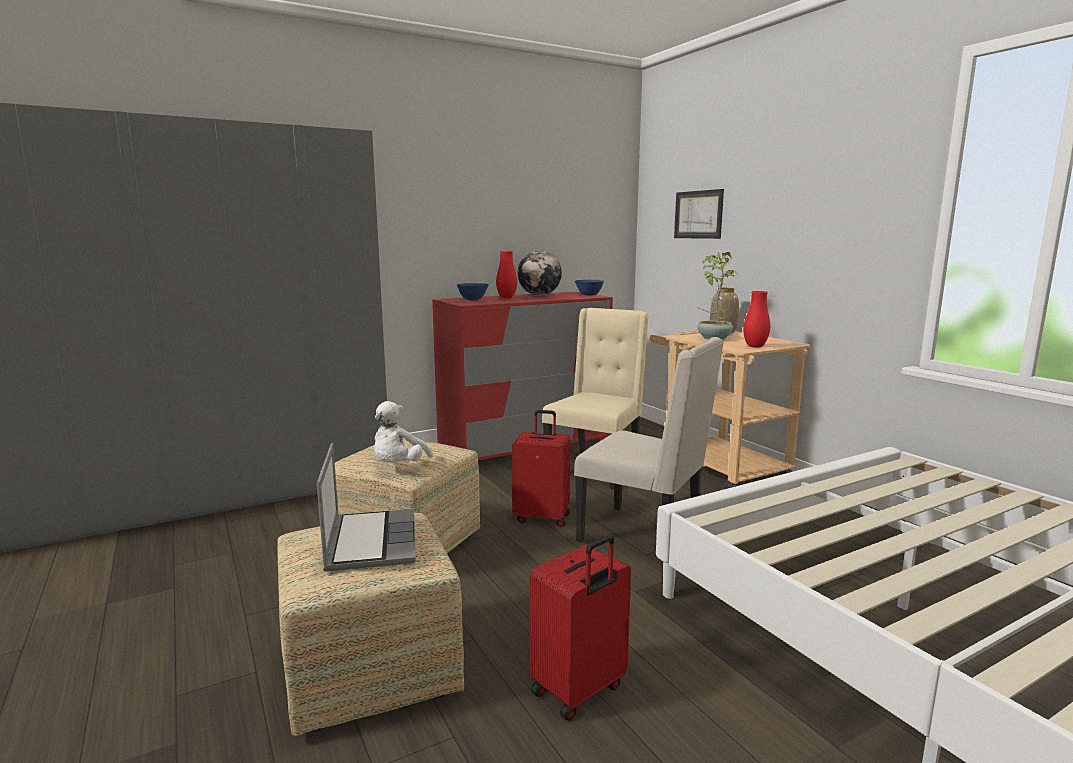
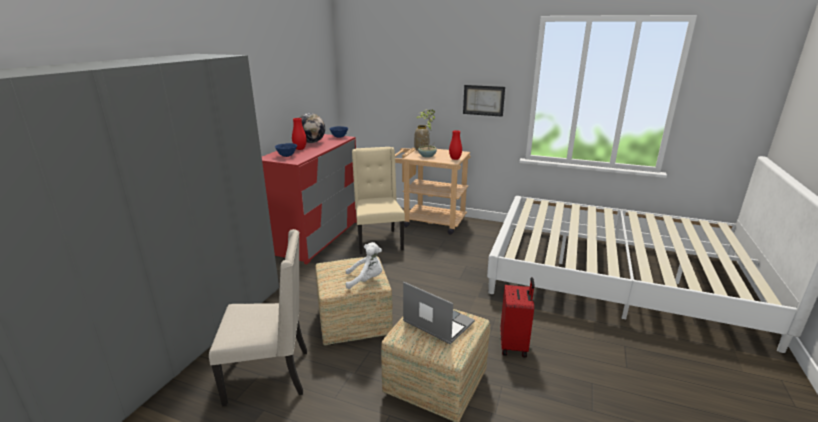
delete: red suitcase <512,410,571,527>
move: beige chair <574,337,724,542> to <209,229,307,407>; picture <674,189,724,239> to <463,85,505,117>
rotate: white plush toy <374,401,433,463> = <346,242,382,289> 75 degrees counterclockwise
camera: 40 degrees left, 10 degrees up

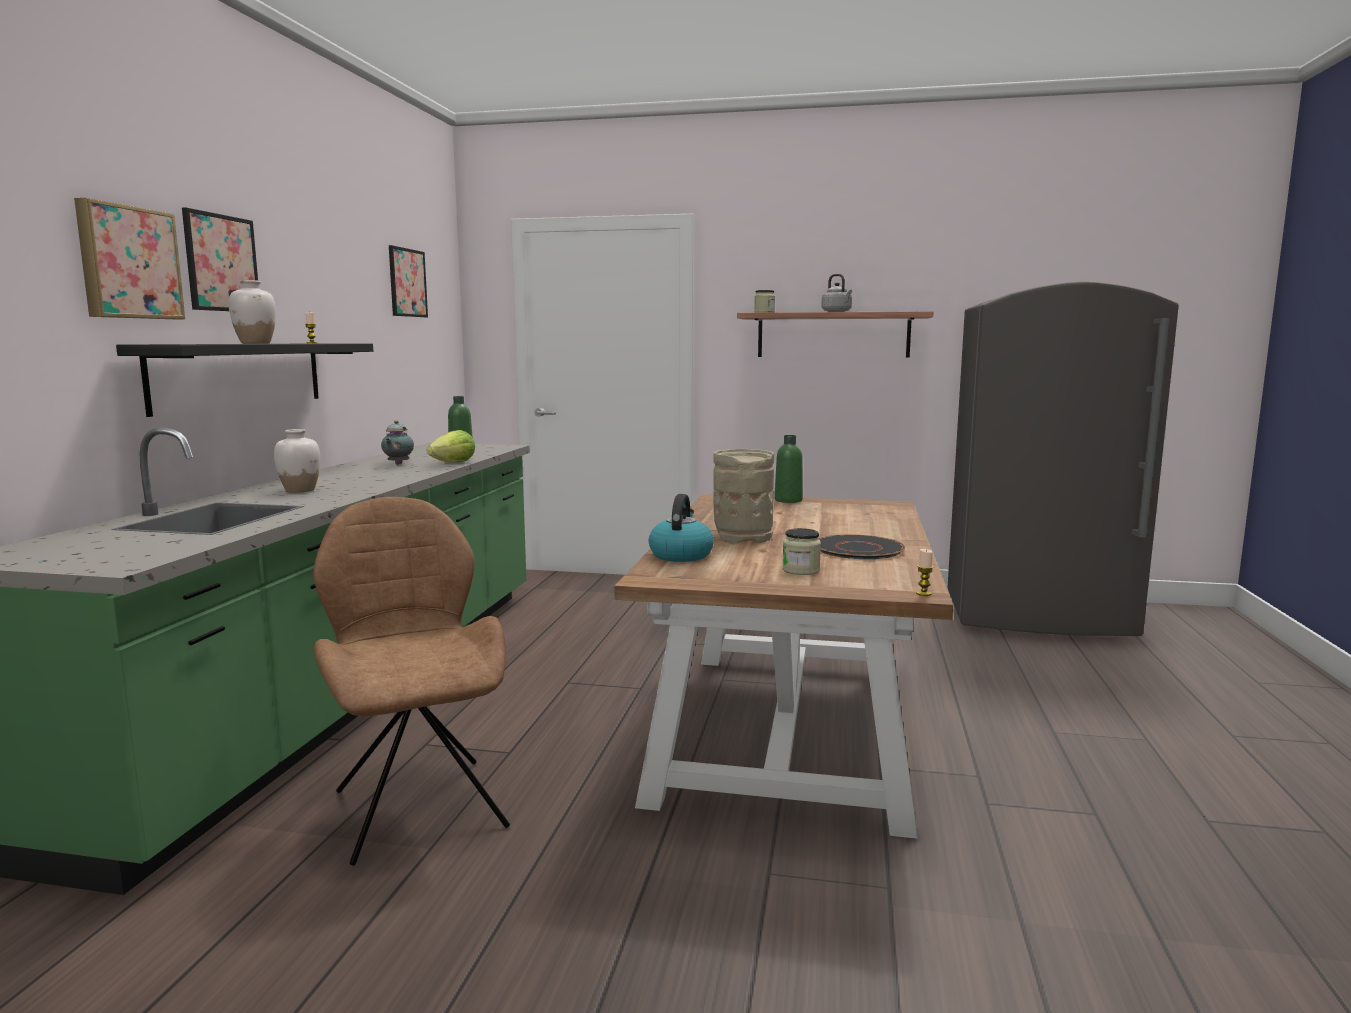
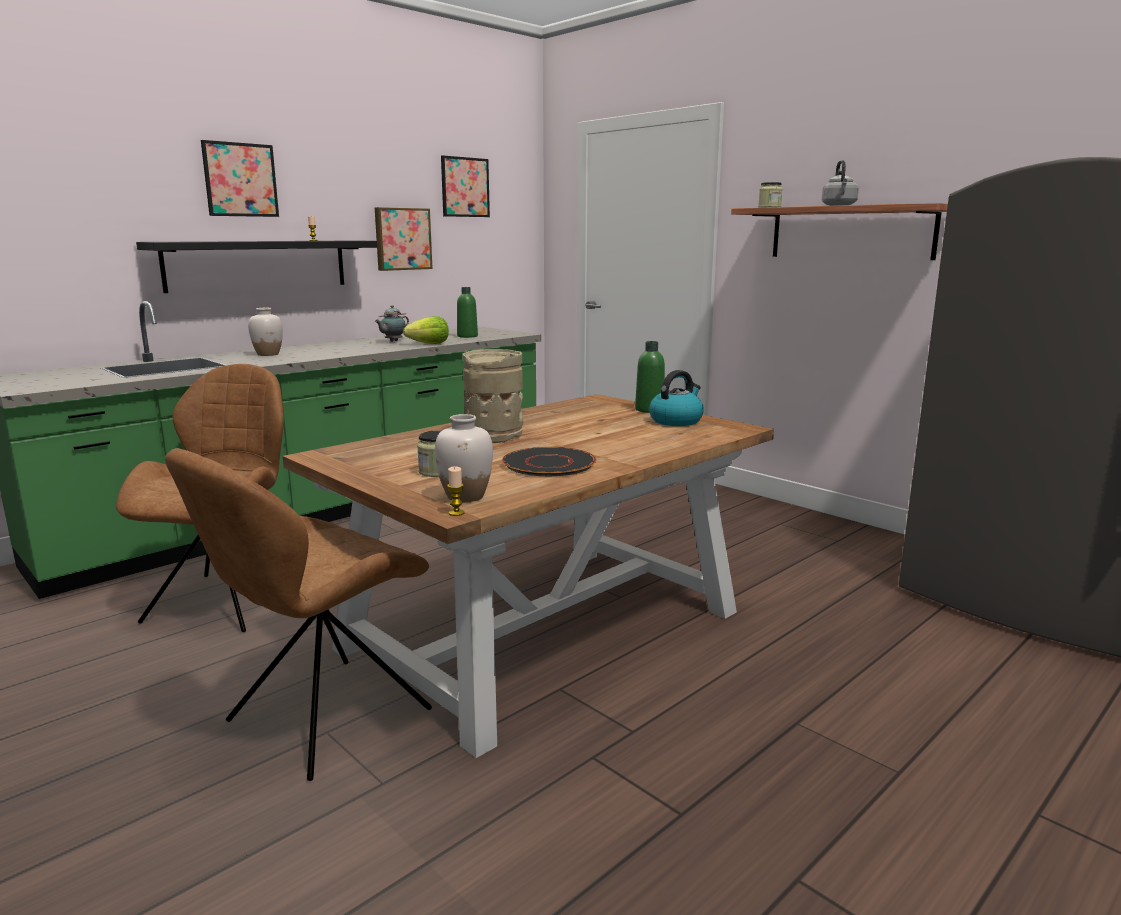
insert: brown chair <165,448,432,781>
move: picture <74,198,185,319> to <375,207,433,271>; white vase <228,280,276,343> to <435,414,493,502>; kettle <648,494,714,562> to <649,370,704,426>
camera: 35 degrees right, 5 degrees up

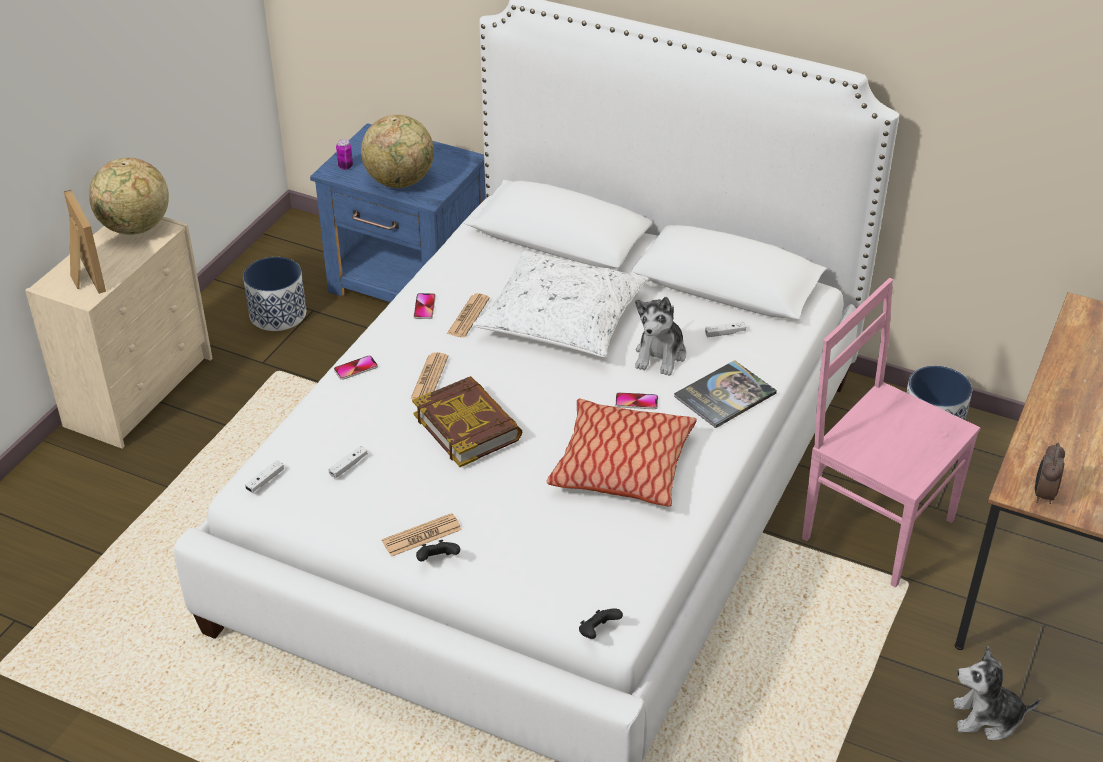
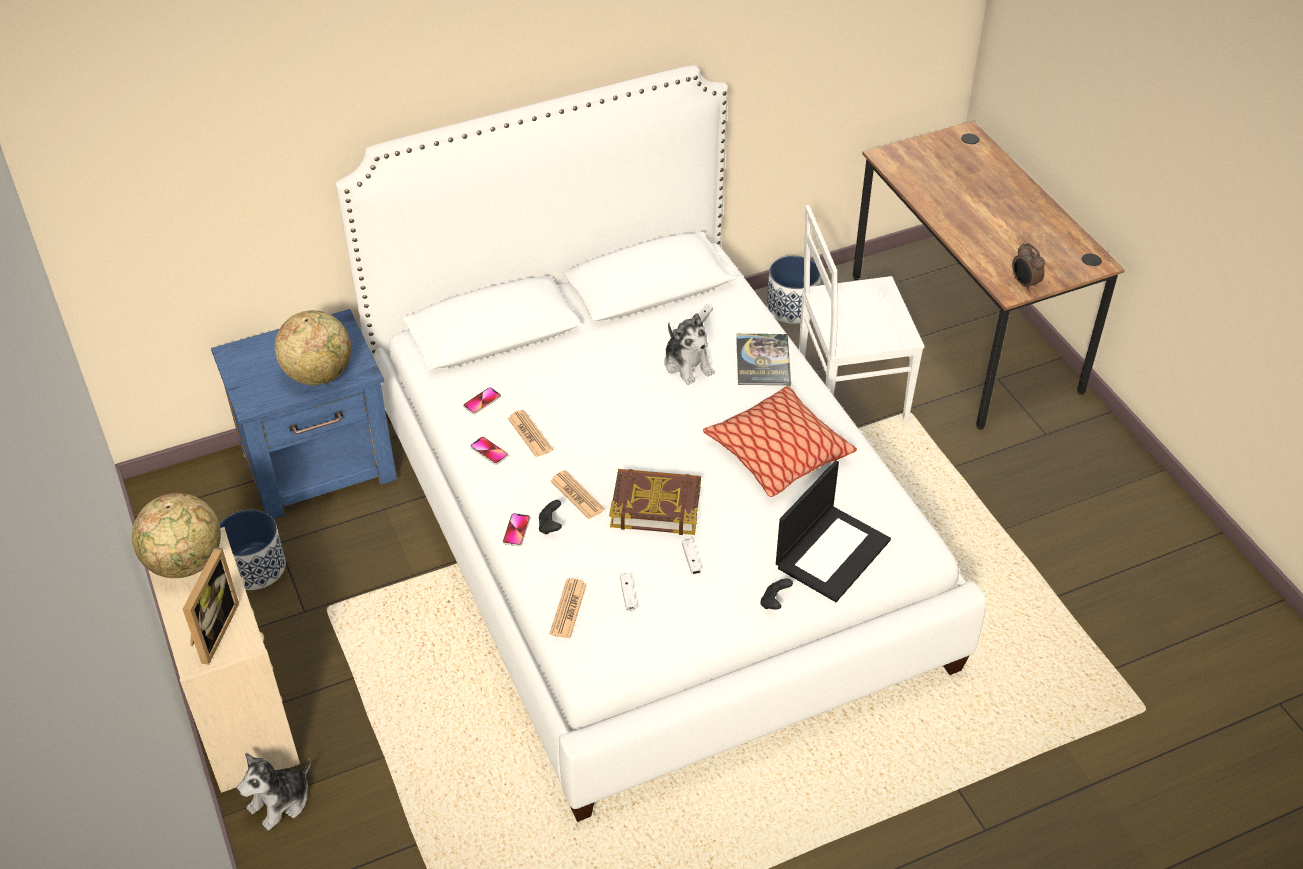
delete: can <336,139,353,170>; white pillow <473,251,649,357>
insert: laptop <776,460,891,602>
move: plush toy <953,646,1041,740> to <237,753,310,830>; phone <615,392,658,409> to <463,387,501,414>; black game controller <579,608,623,639> to <539,500,562,535>; newspaper <382,513,462,557> to <550,578,587,638>; white game controller <245,460,284,493> to <682,539,701,574>
recolor: pink chair <802,278,980,588> to white chair <799,205,925,421>
rotate: picture frame <64,190,106,294> = <183,547,239,665> 90 degrees clockwise
camera: 50 degrees left, 5 degrees up

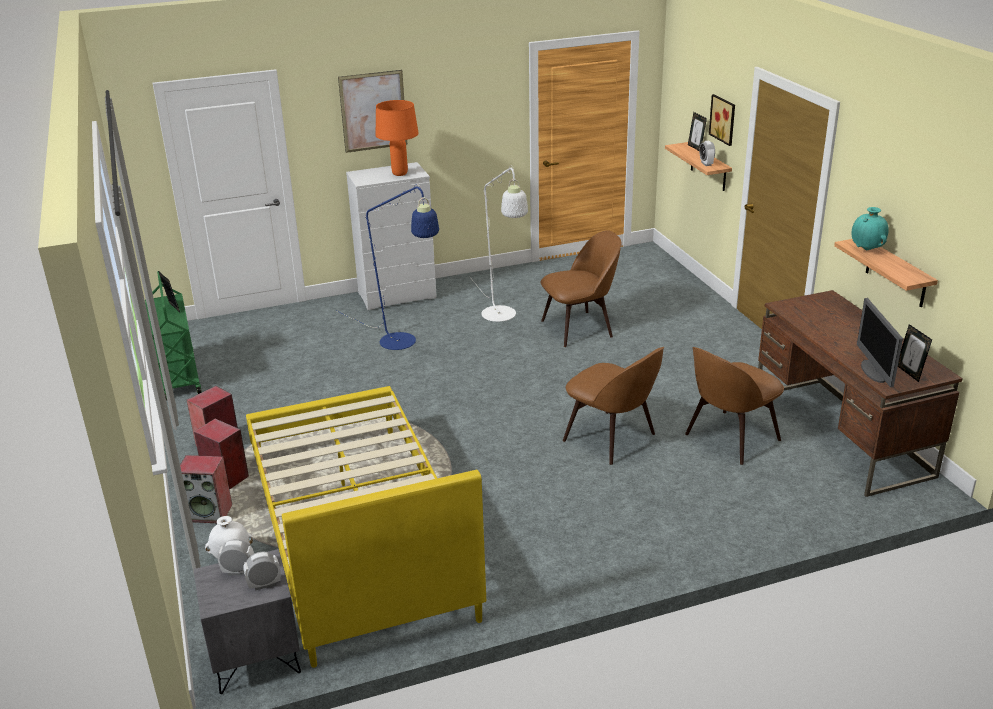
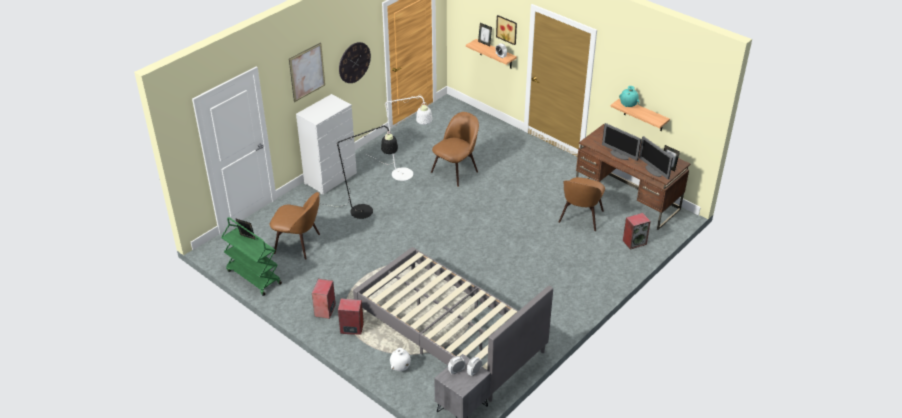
delete: orange table lamp <376,100,419,176>
insert: wall clock <339,42,371,83>; monitor <602,123,641,161>
move: brown chair <563,347,664,465> to <270,192,320,260>; speaker <180,455,232,523> to <623,213,651,250>
recolor: blue floor lamp <337,184,439,350> to black floor lamp <305,124,398,219>; yellow bed <246,386,486,668> to grey bed <353,247,553,402>
camera: 30 degrees left, 10 degrees up

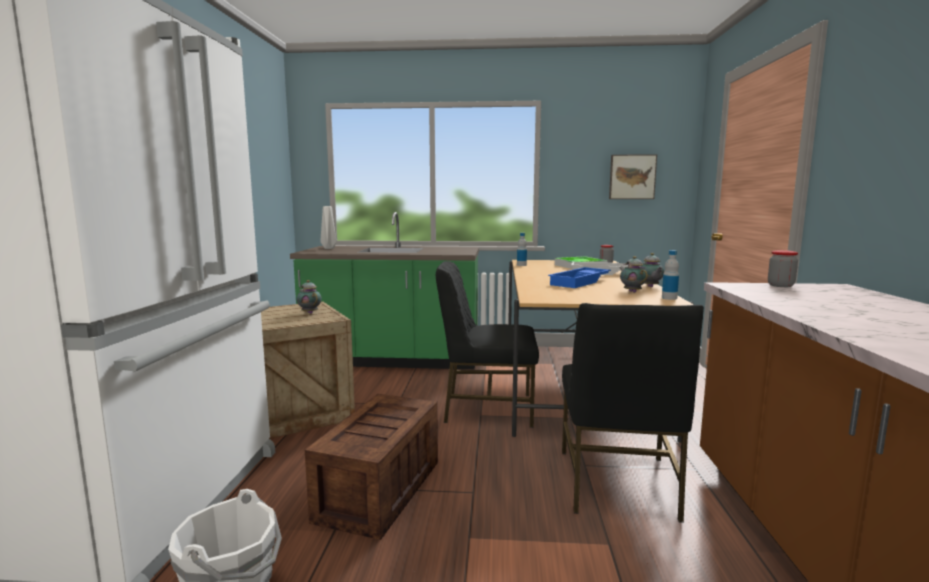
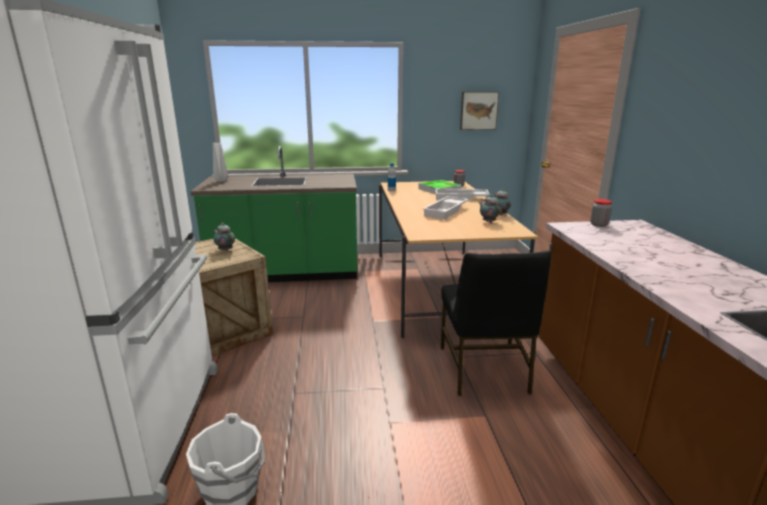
delete: crate <305,394,438,540>; black chair <436,261,539,428>; bottle <662,250,679,300>
recolor: blue tray <548,267,611,288> to white tray <422,196,469,220>
camera: 10 degrees left, 10 degrees up

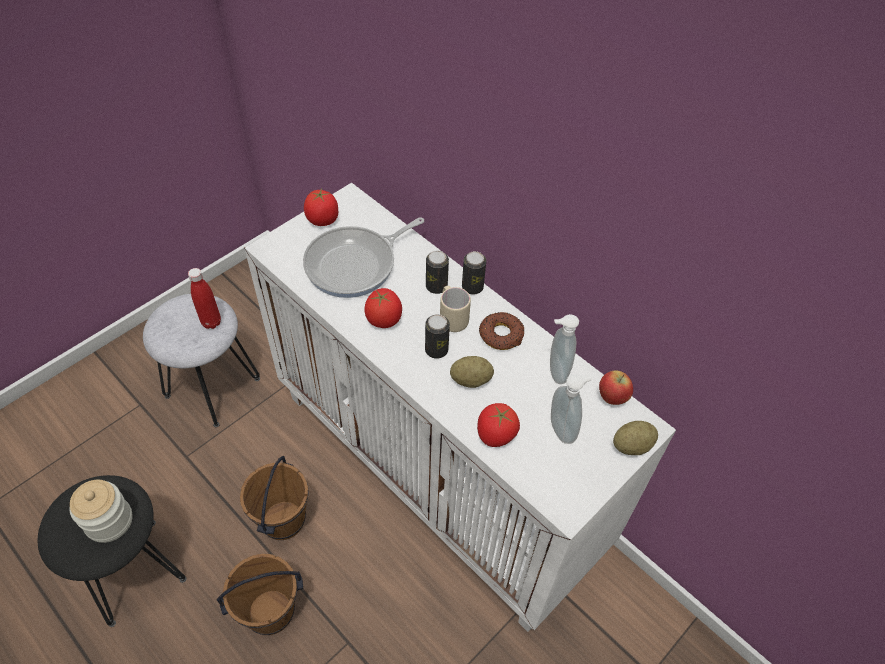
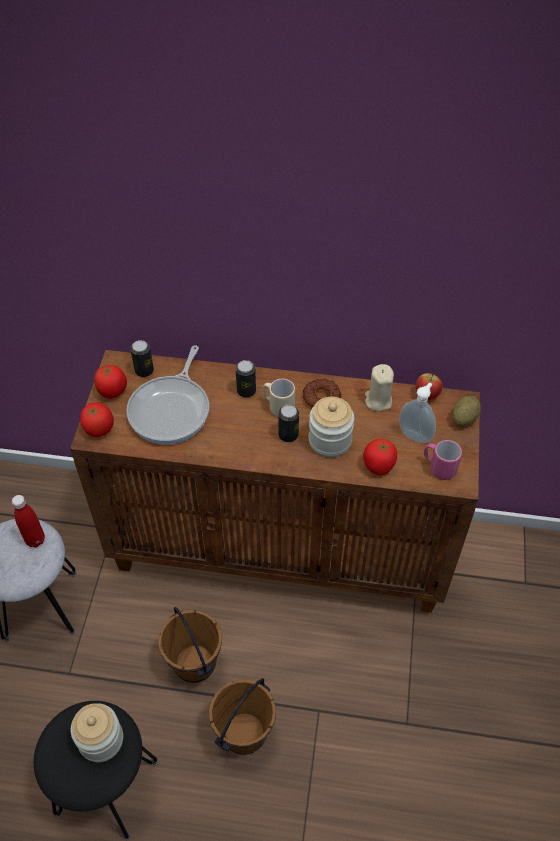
insert: pink mug <424,440,462,480>
move: tomato <364,288,402,328> to <80,402,114,437>; can <462,251,486,294> to <130,340,154,377>
replace: potato <450,356,494,388> to jar <309,397,354,457>; soap dispenser <550,314,579,384> to beige candle <365,364,394,412>
recolor: white cabinet <244,183,676,632> to brown cabinet <70,350,480,613>
camera: 35 degrees left, 0 degrees up

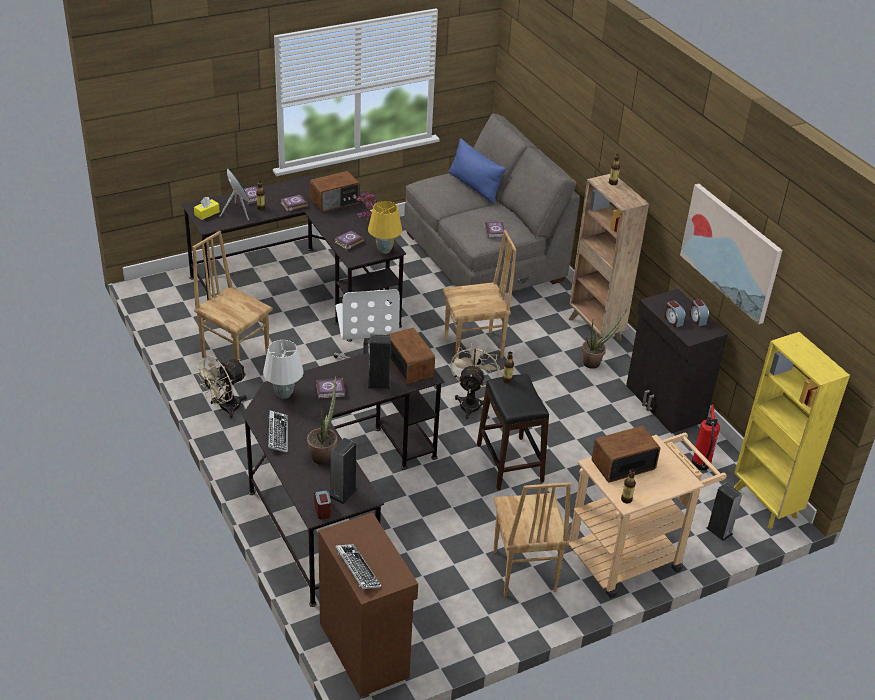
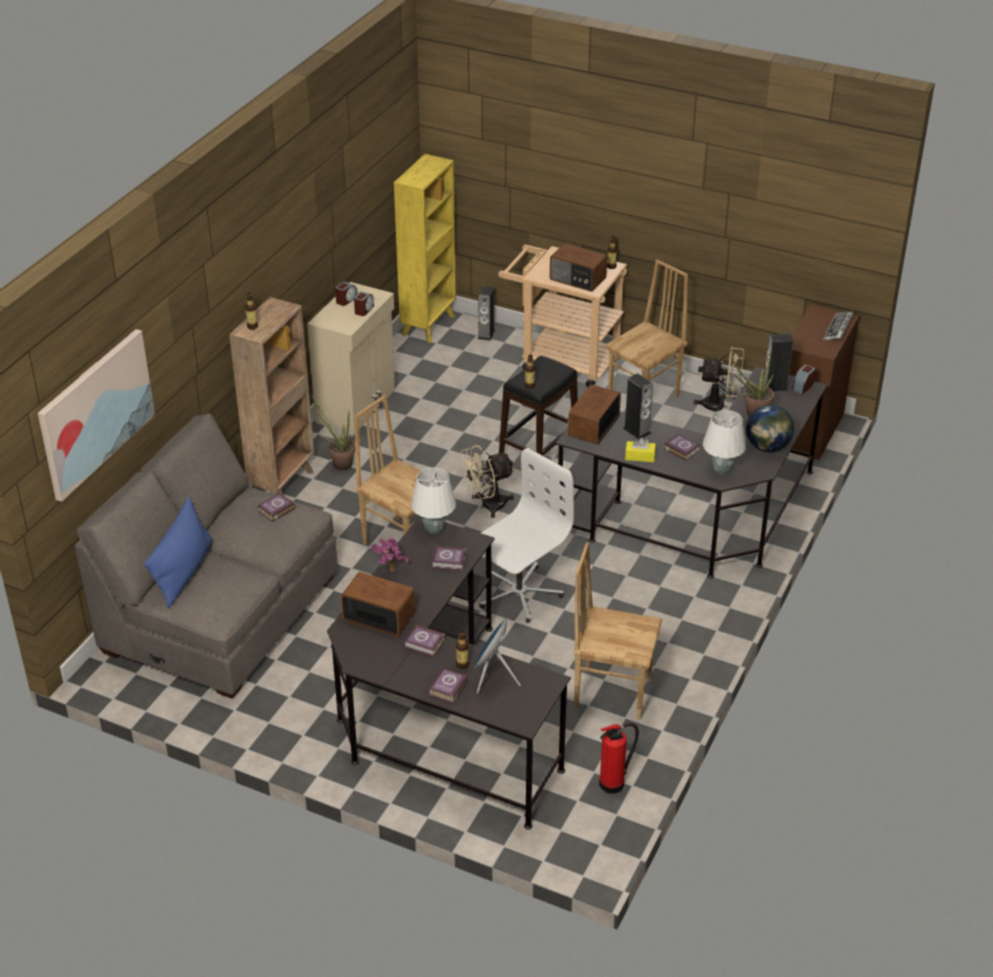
move: picture <680,184,782,324> to <38,329,155,502>; fire extinguisher <692,404,720,470> to <599,723,639,794>; yellow tissue box <194,197,220,220> to <625,438,656,462>; beige fan <195,356,247,419> to <693,346,744,412>
replace: keyboard <268,411,287,453> to globe <746,405,794,452>
recolor: black cabinet <626,289,728,434> to beige cabinet <307,282,395,434>; yellow table lamp <368,201,402,254> to white table lamp <411,468,456,534>
rotate: brown chair <192,231,272,362> = <573,542,662,720> 105 degrees clockwise
camera: 125 degrees left, 0 degrees up

